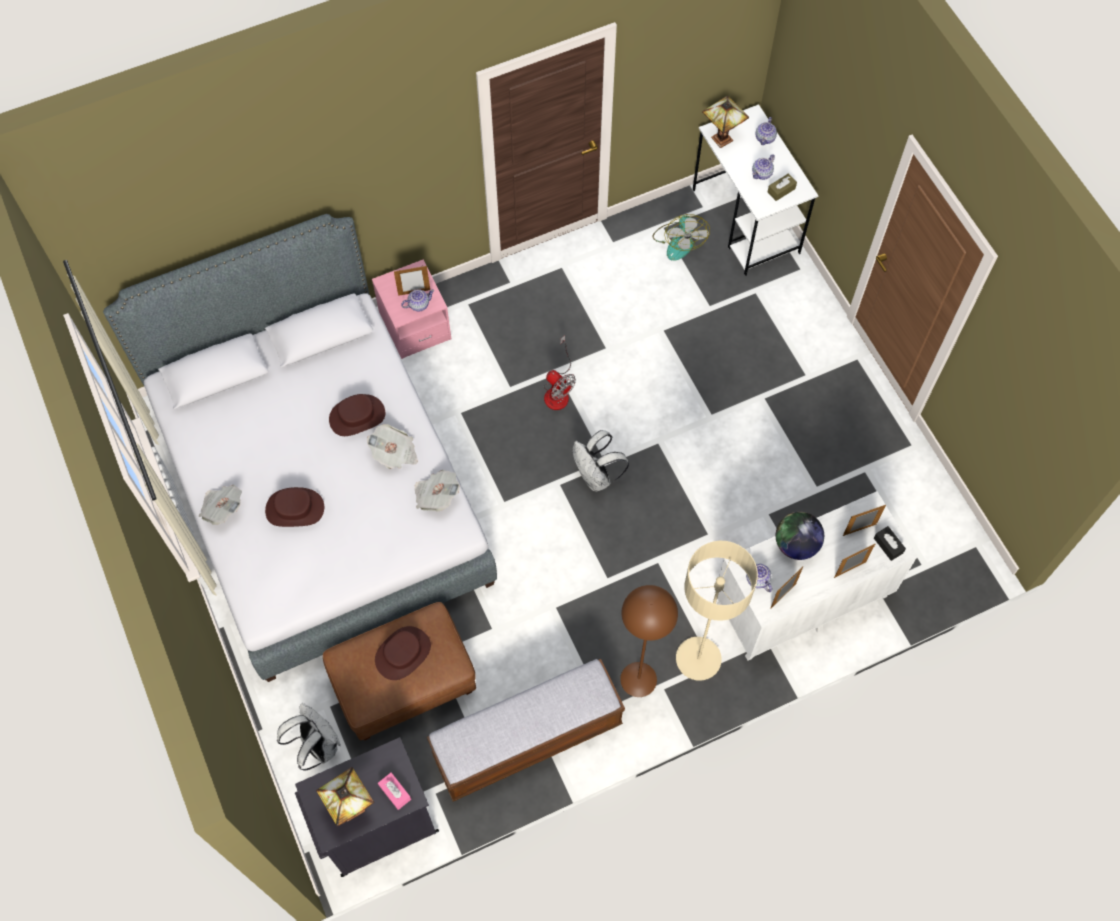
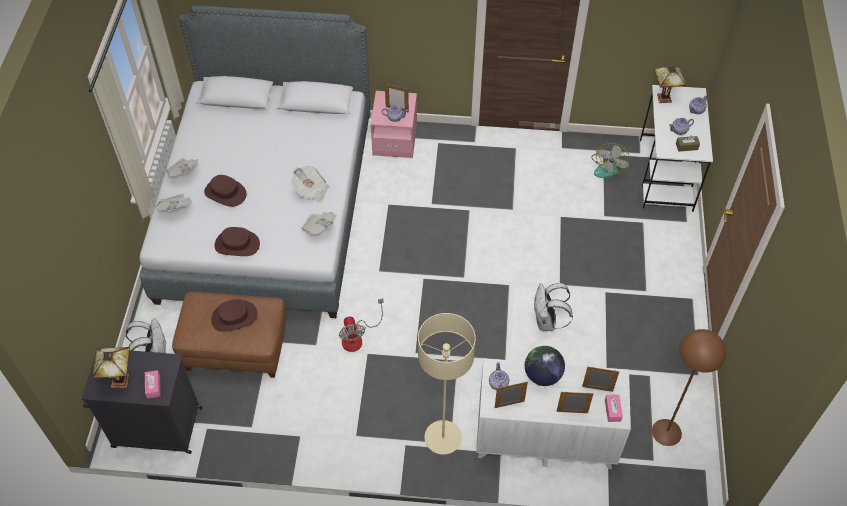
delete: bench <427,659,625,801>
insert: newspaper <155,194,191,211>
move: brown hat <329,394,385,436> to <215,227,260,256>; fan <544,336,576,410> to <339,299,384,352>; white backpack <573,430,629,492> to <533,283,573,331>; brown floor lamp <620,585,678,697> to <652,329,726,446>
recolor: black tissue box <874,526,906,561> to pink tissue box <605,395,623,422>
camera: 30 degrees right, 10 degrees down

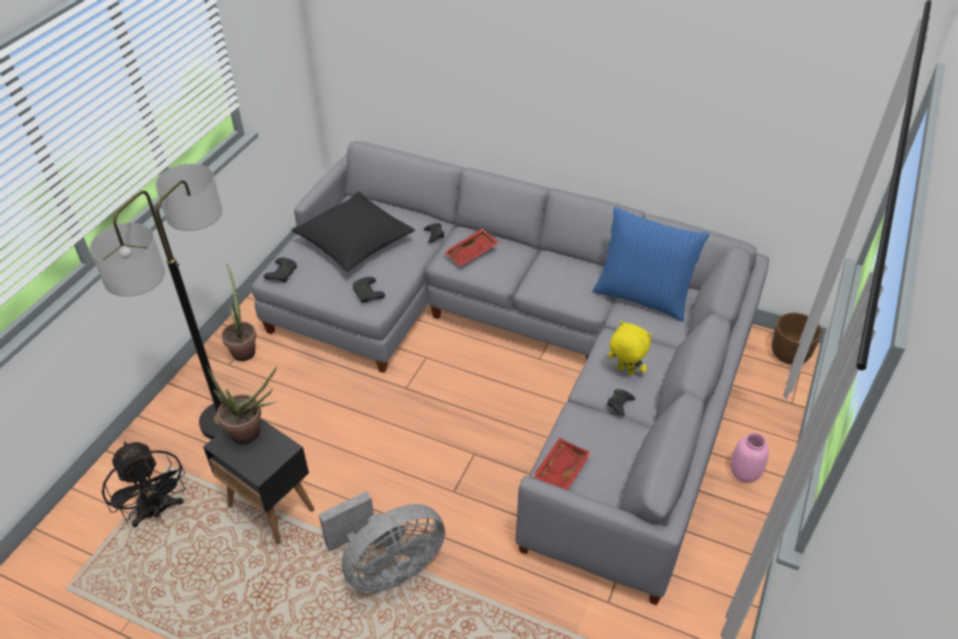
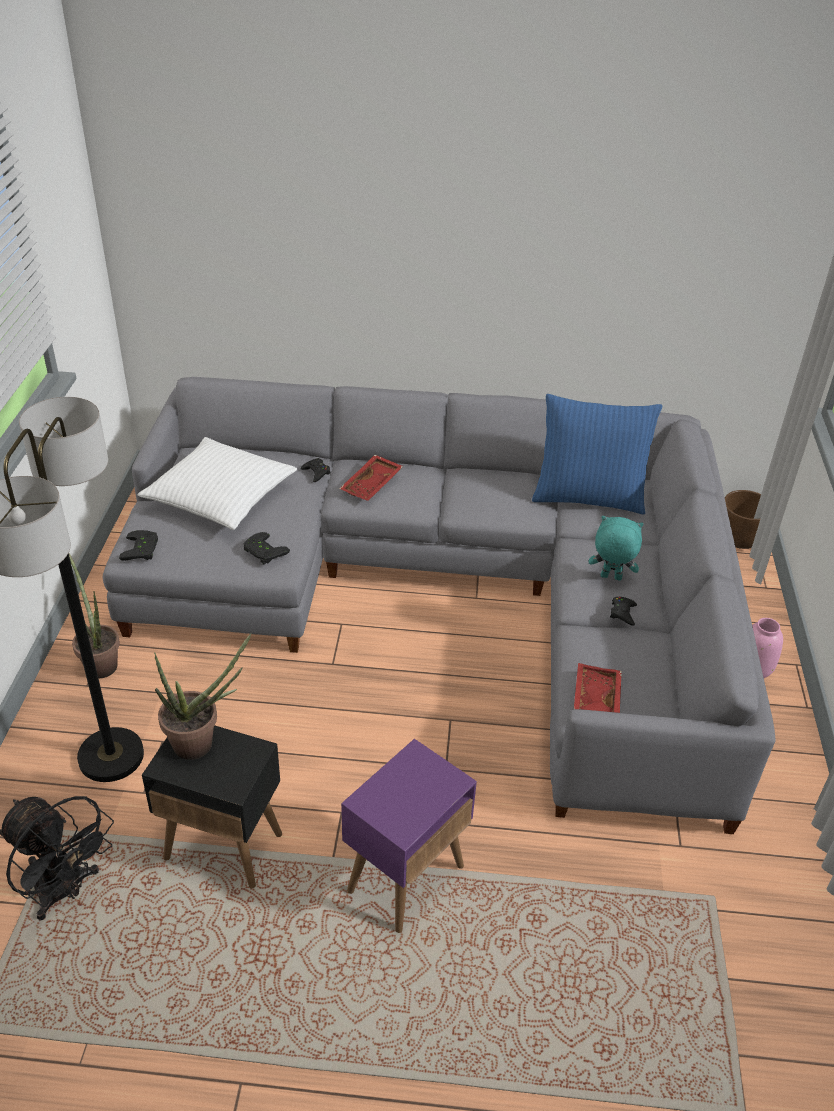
replace: grey fan <319,491,445,593> to purple side table <341,739,477,933>
recolor: black pillow <291,192,415,272> to white pillow <137,437,297,530>; yellow plush toy <608,321,652,375> to turquoise plush toy <589,516,643,581>
camera: 20 degrees left, 5 degrees down

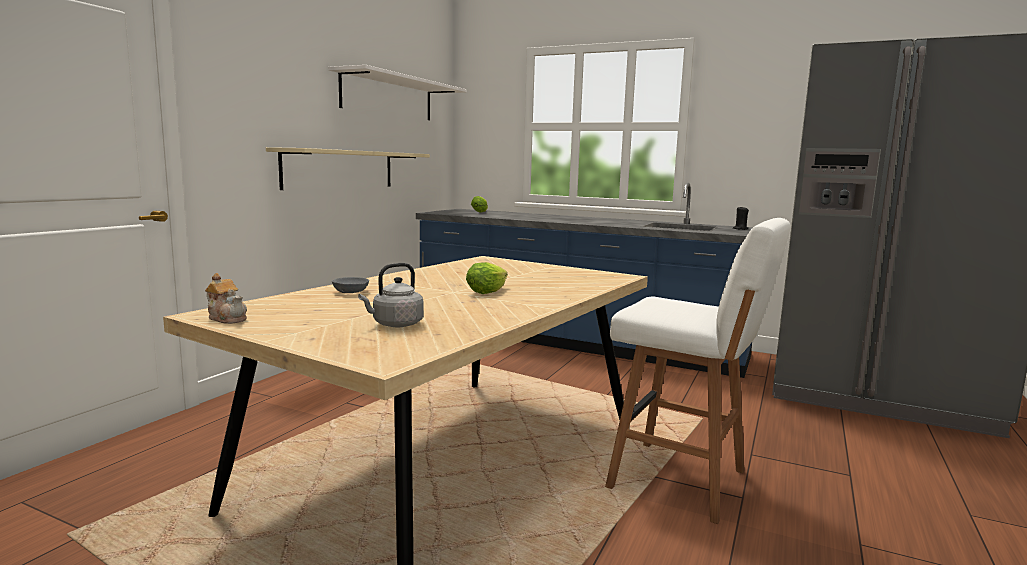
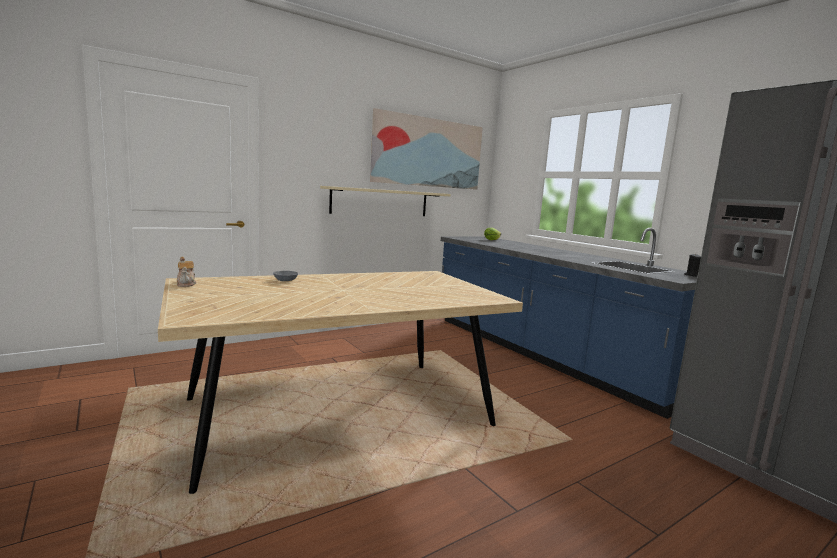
delete: grey kettle <358,263,424,327>; lettuce <466,262,508,294>; white stool <605,218,791,524>
replace: white shelf <329,65,467,120> to picture <370,108,483,190>
camera: 30 degrees right, 0 degrees up

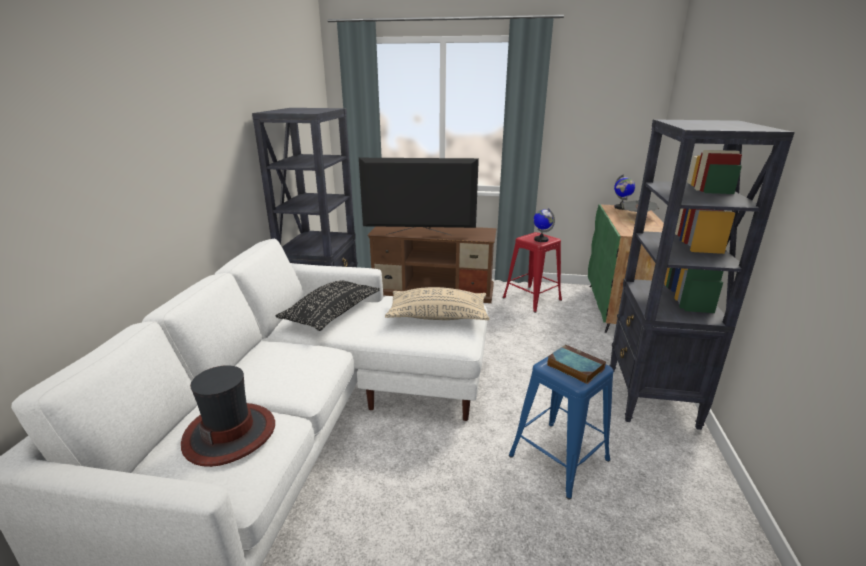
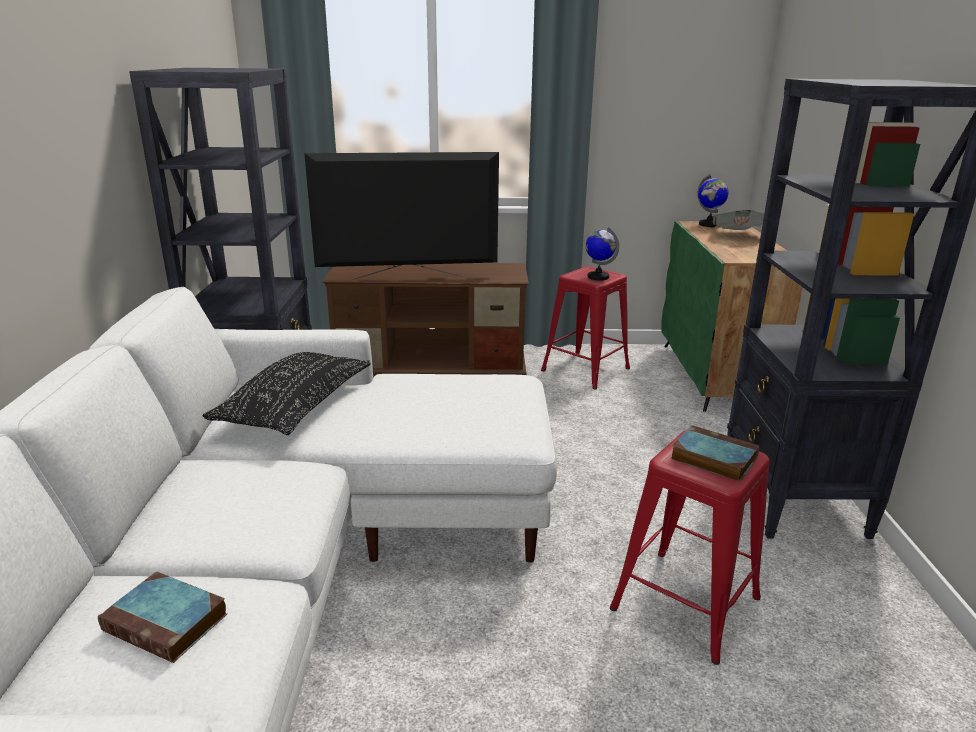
delete: beige pillow <385,287,489,320>
replace: hat <181,365,275,467> to book <98,572,227,663>
recolor: blue stool <509,357,614,500> to red stool <610,431,770,665>
camera: 10 degrees left, 0 degrees up

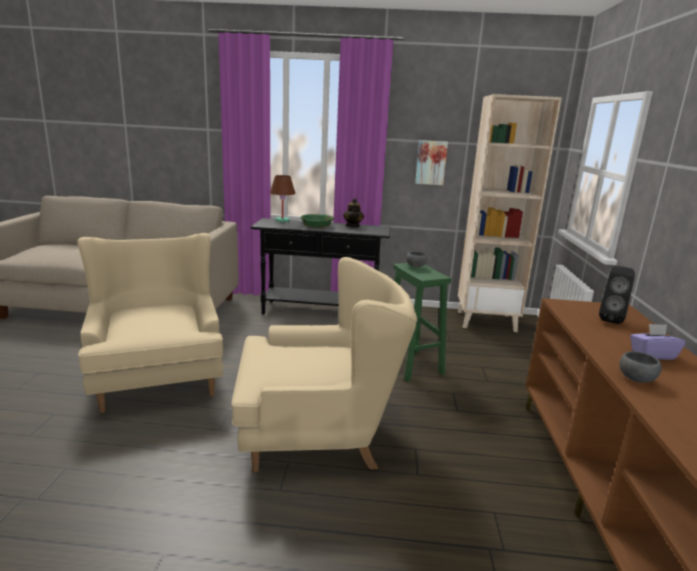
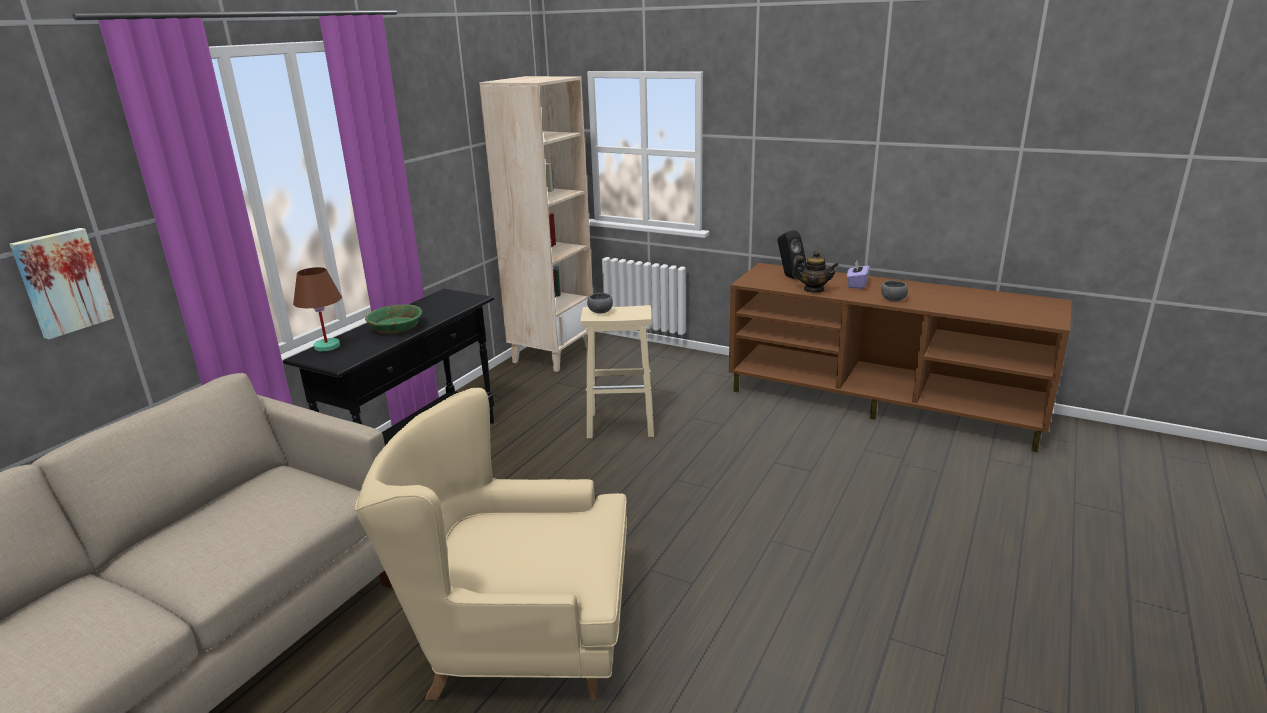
delete: beige armchair <231,257,417,472>
move: picture <415,140,448,185> to <10,228,114,339>; teapot <343,198,364,227> to <792,251,838,293>
recolor: green stool <393,263,451,381> to beige stool <580,305,654,438>
camera: 65 degrees left, 5 degrees up

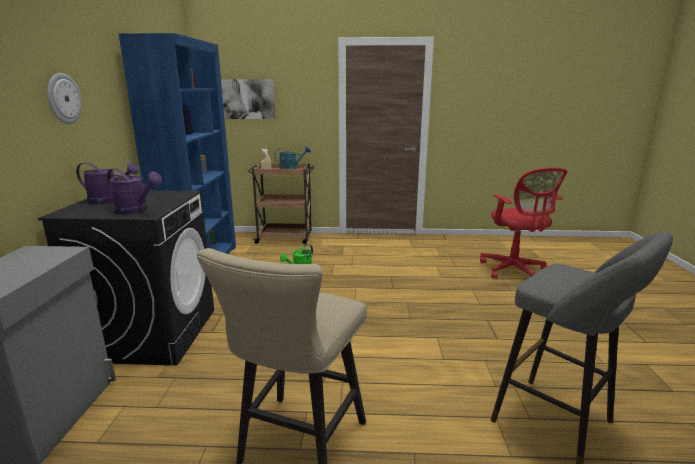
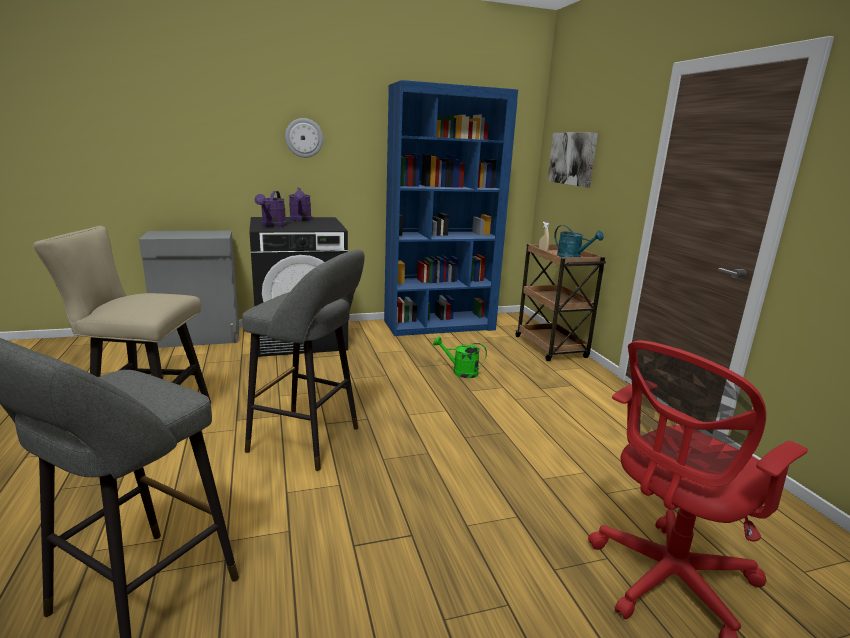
insert: grey stool <242,249,365,471>
camera: 70 degrees right, 0 degrees up

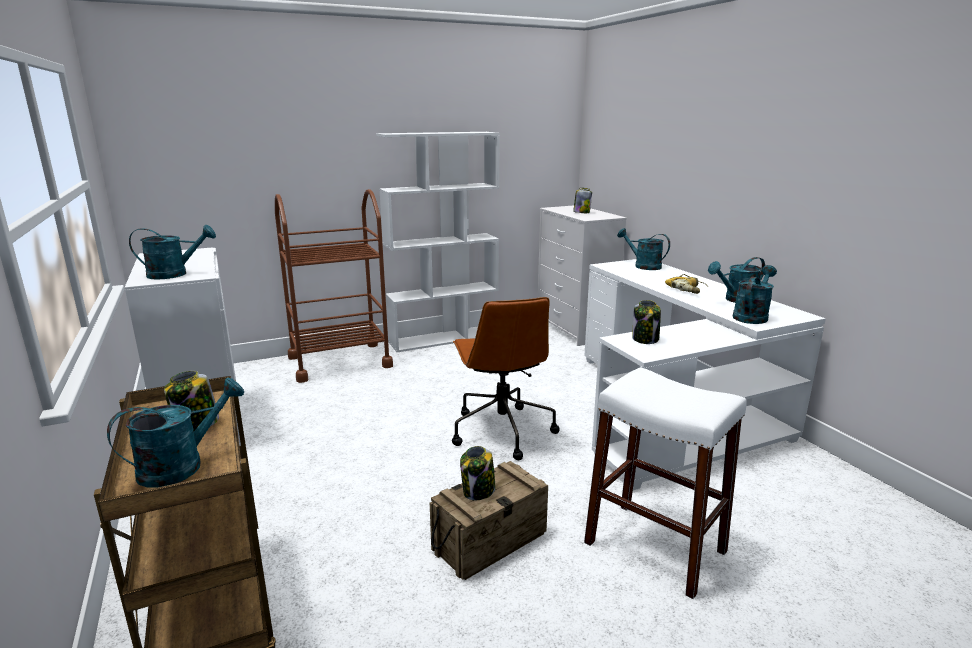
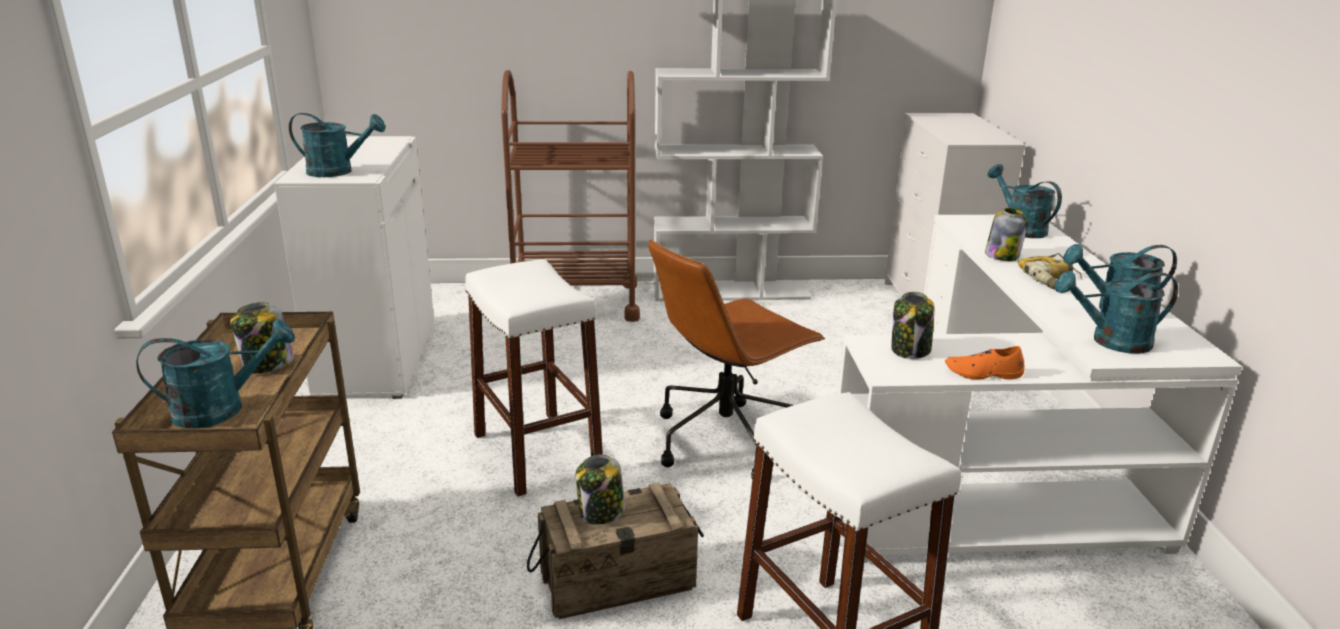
insert: white stool <465,259,603,497>; orange shoe <945,346,1025,379>
move: jar <573,188,592,213> to <985,208,1028,261>
rotate: brown office chair <452,297,560,460> = <648,239,825,478> 45 degrees clockwise; turquoise watering can <733,265,777,324> = <1055,271,1178,354> 150 degrees counterclockwise
camera: 20 degrees right, 5 degrees up

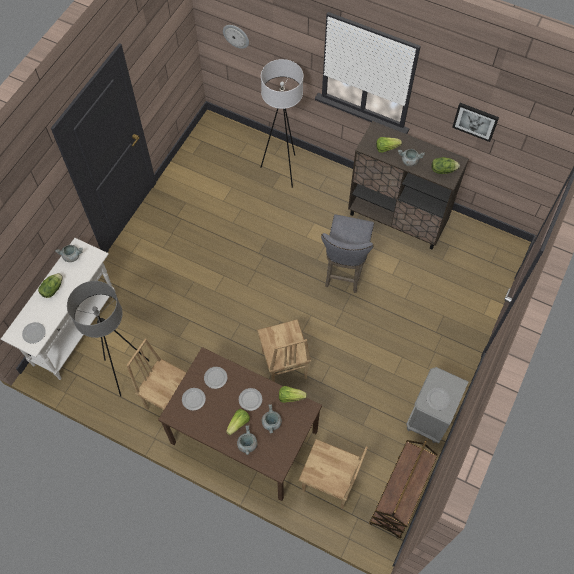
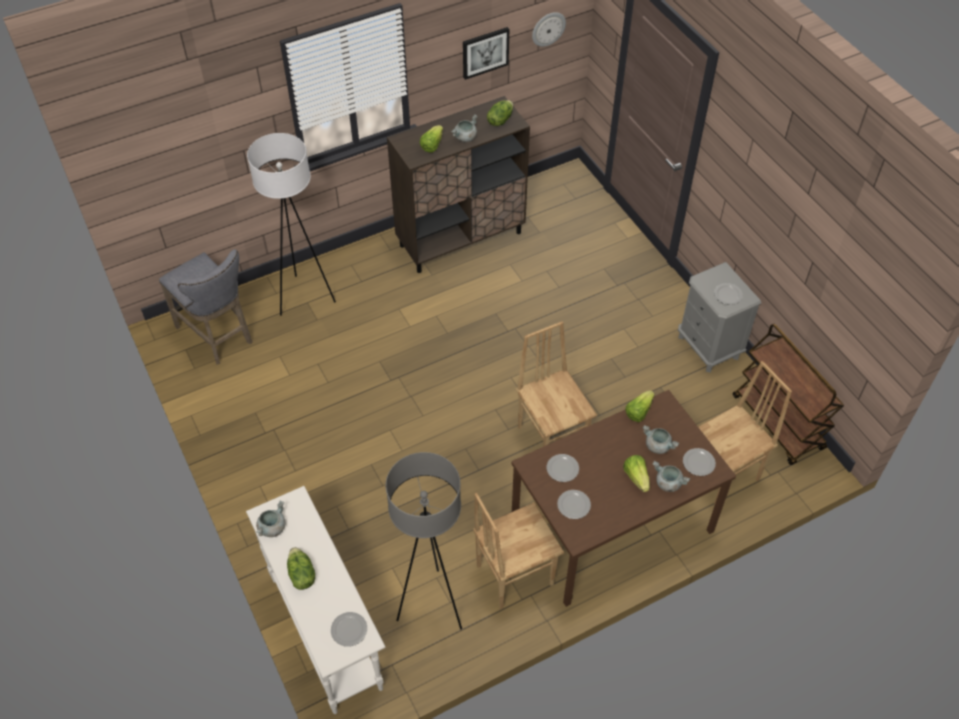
move: grey stool <321,214,374,293> to <159,249,253,365>; wall clock <223,25,249,49> to <532,12,566,47>; plate <239,388,262,411> to <683,448,716,476>
rotate: brown chair <257,319,311,382> = <516,321,597,447> 135 degrees counterclockwise
camera: 55 degrees left, 10 degrees down

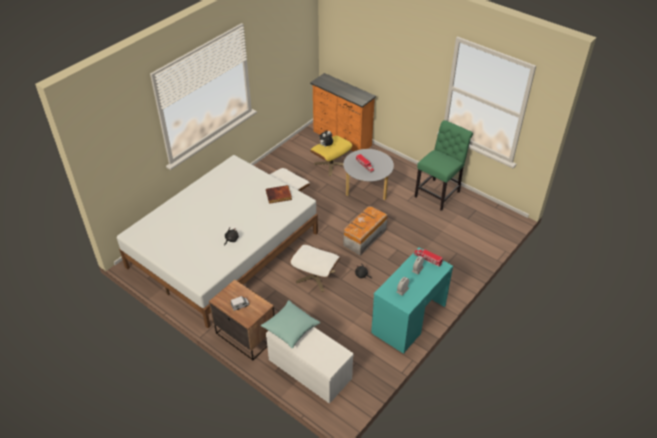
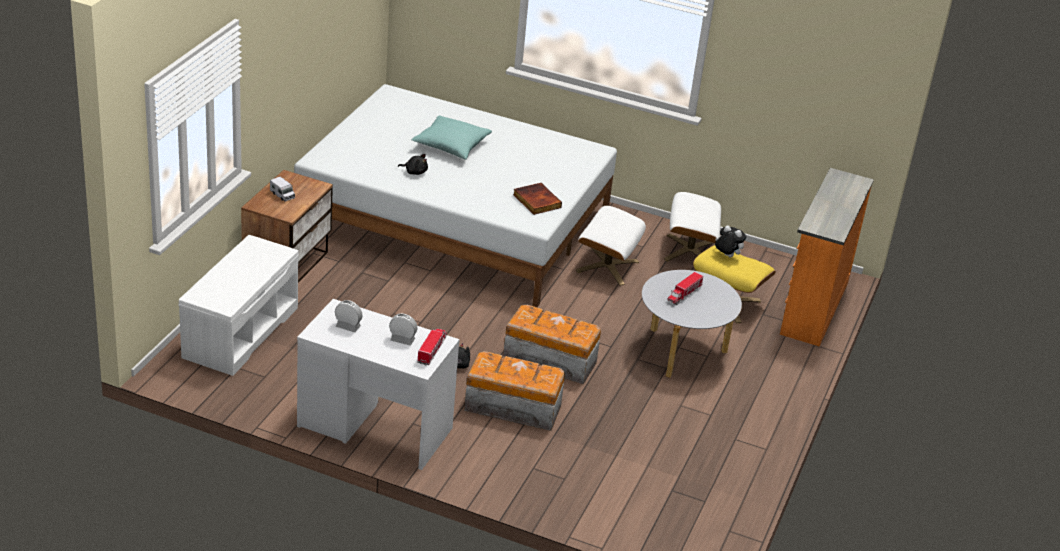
delete: green chair <415,120,473,211>
insert: storage box <464,351,565,431>
move: turquoise pillow <261,300,320,348> to <412,115,492,160>; white ottoman <290,245,340,292> to <664,192,721,262>
recolor: turquoise desk <371,247,453,354> to white desk <297,299,460,470>
camera: 70 degrees right, 10 degrees down

